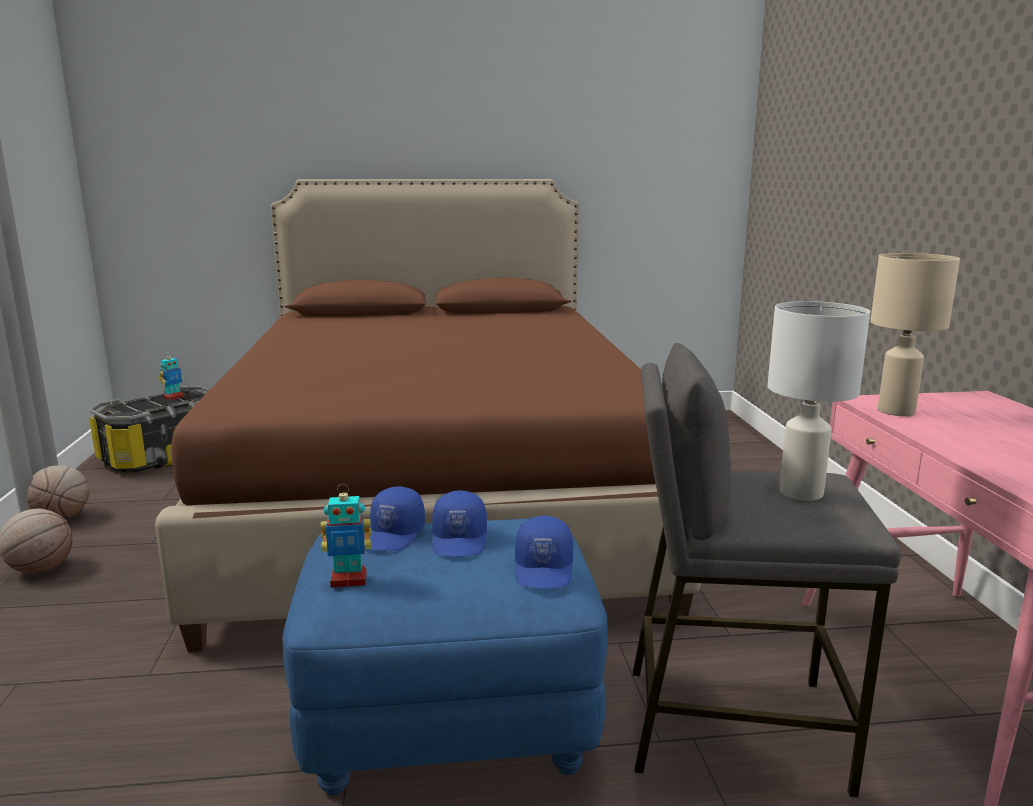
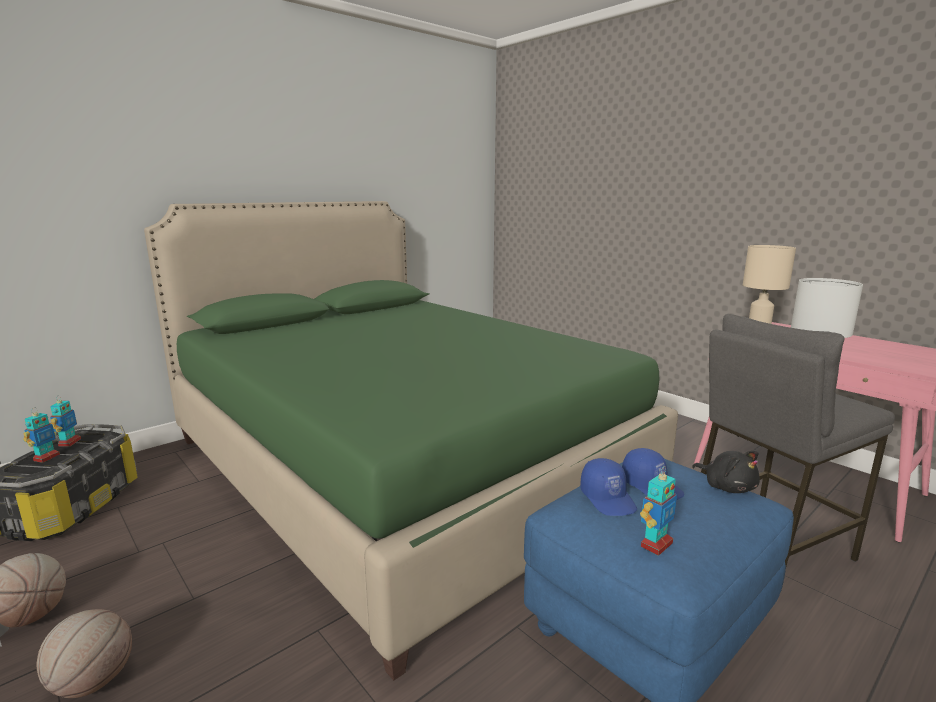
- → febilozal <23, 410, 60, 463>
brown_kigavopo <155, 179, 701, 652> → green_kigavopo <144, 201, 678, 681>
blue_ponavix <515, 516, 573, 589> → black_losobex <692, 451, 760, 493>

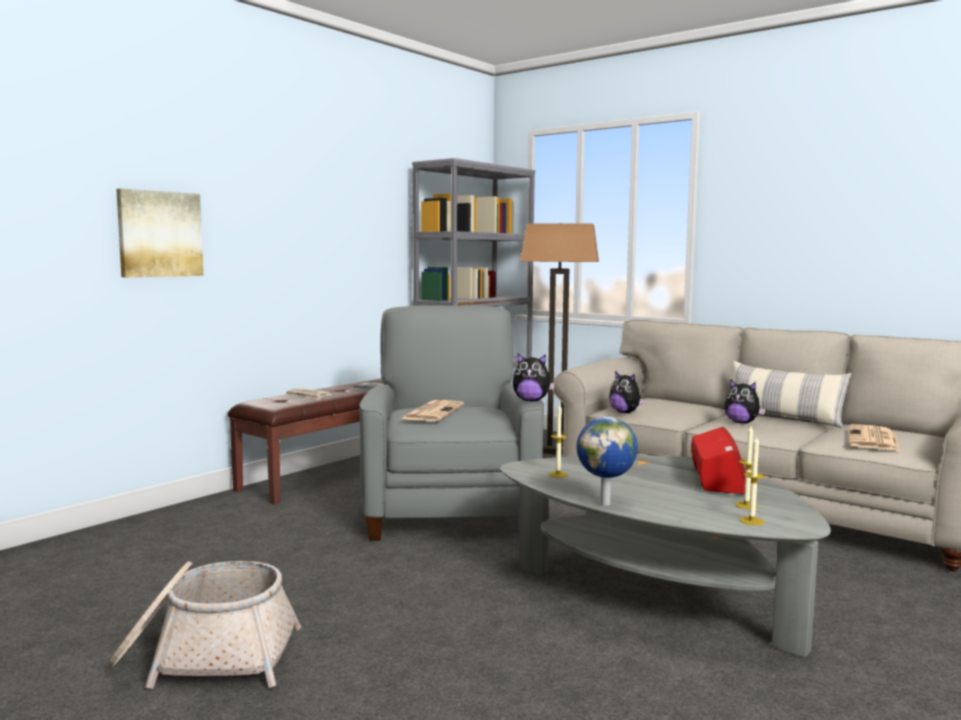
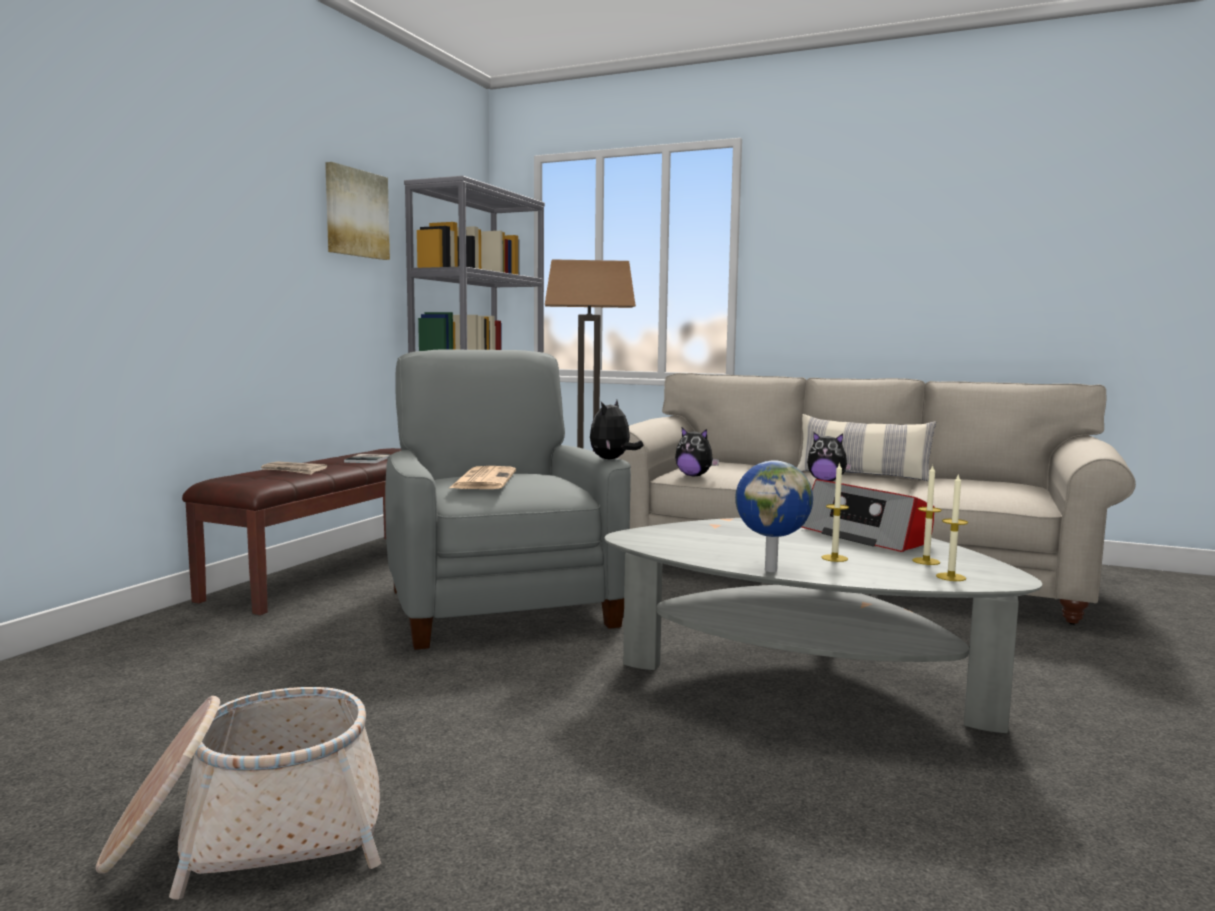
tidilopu <116, 189, 203, 277> → tidilopu <325, 162, 390, 260>, shifted
losobex <513, 354, 555, 402> → losobex <590, 400, 644, 460>, 120 degrees clockwise
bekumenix <691, 427, 751, 494> → bekumenix <801, 479, 934, 552>, 150 degrees clockwise
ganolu <549, 404, 568, 478> → ganolu <821, 462, 849, 562>, shifted
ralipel <849, 424, 900, 451> → -

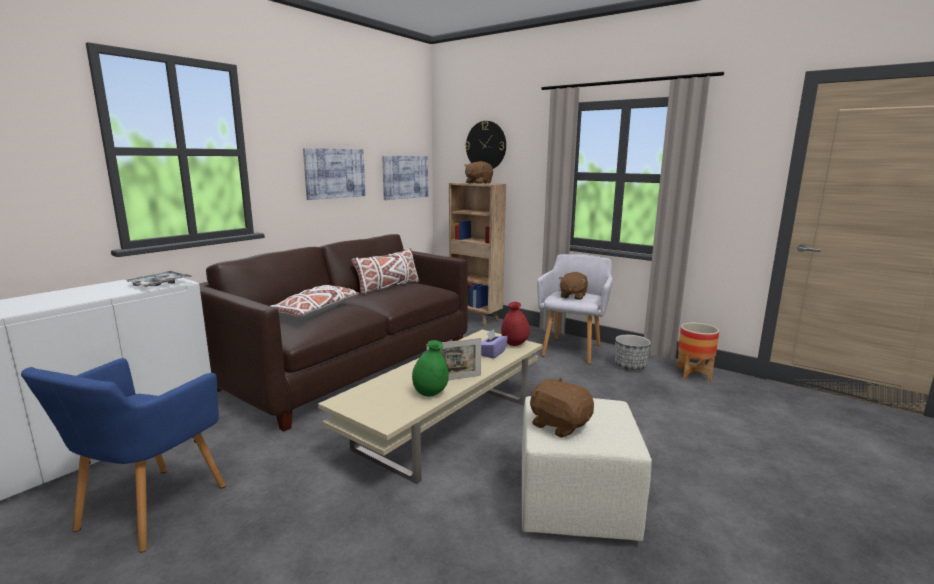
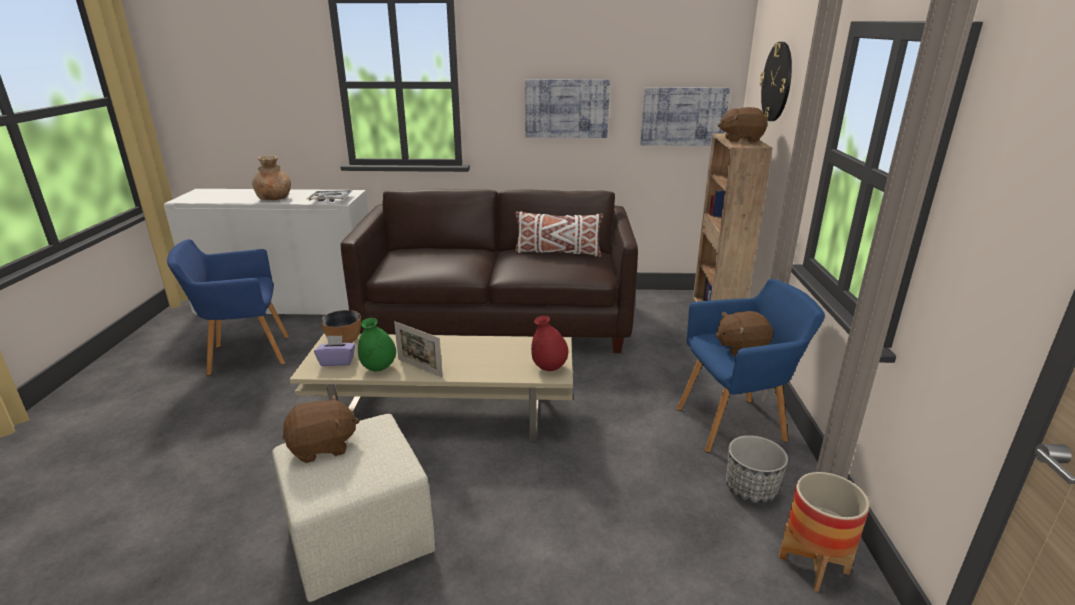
- → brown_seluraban <252, 156, 291, 200>
brown_losobex <530, 378, 594, 438> → brown_losobex <282, 395, 360, 463>, 60 degrees clockwise
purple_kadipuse <481, 330, 508, 359> → purple_kadipuse <314, 335, 356, 366>, shifted
- → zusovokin <321, 310, 361, 343>
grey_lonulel <537, 254, 613, 364> → blue_lonulel <677, 279, 825, 453>
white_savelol <271, 285, 359, 319> → -

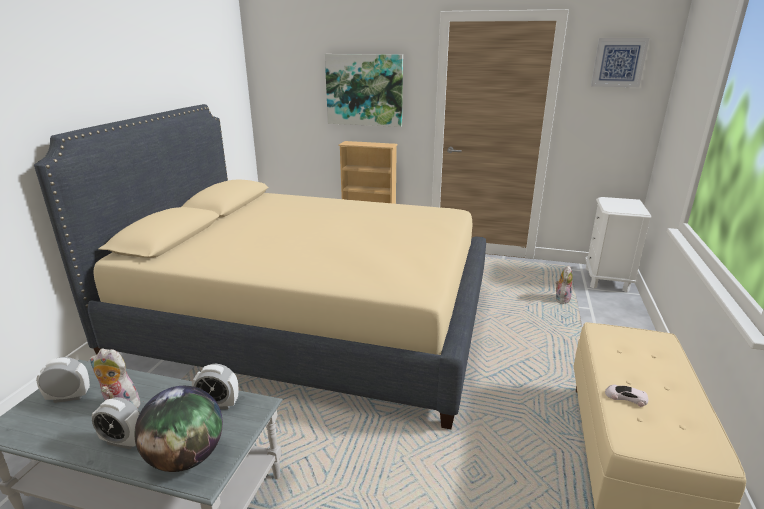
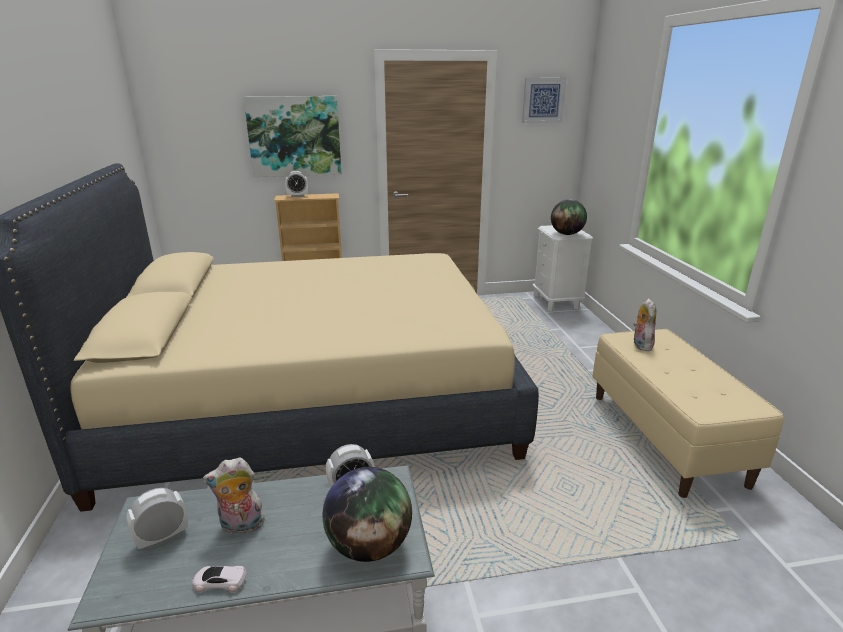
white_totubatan <605, 385, 649, 407> → white_totubatan <192, 566, 246, 593>, shifted
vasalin <92, 397, 140, 449> → vasalin <285, 171, 308, 197>, shifted
- → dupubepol <551, 199, 587, 235>
losobex <555, 265, 573, 304> → losobex <633, 298, 656, 351>, shifted

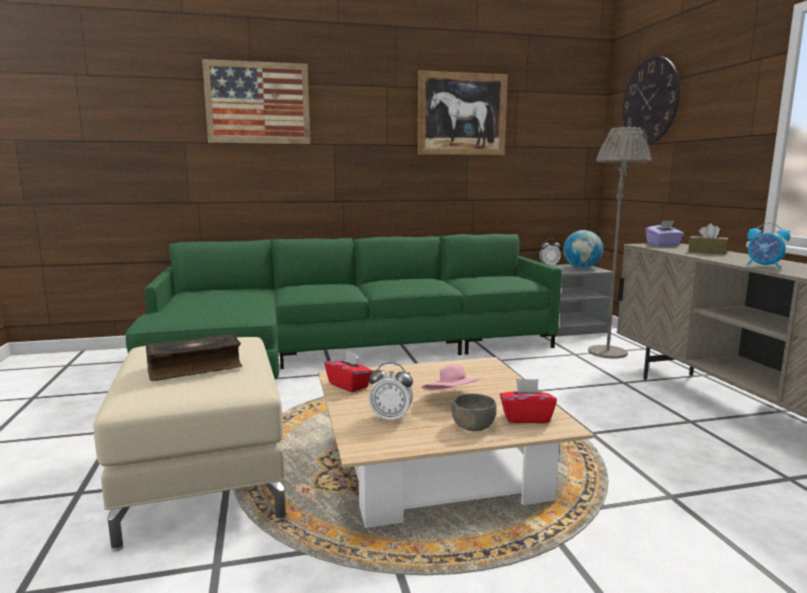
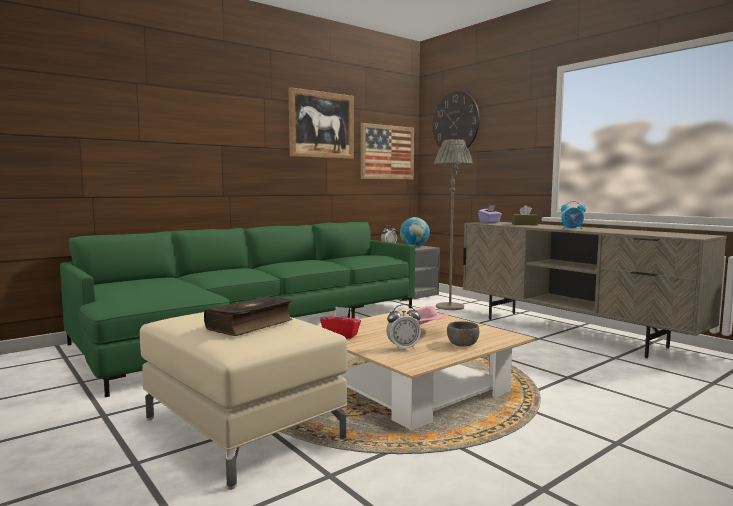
tidilopu <202, 59, 310, 144> → tidilopu <361, 123, 414, 180>, shifted
red_kadipuse <500, 379, 557, 423> → -

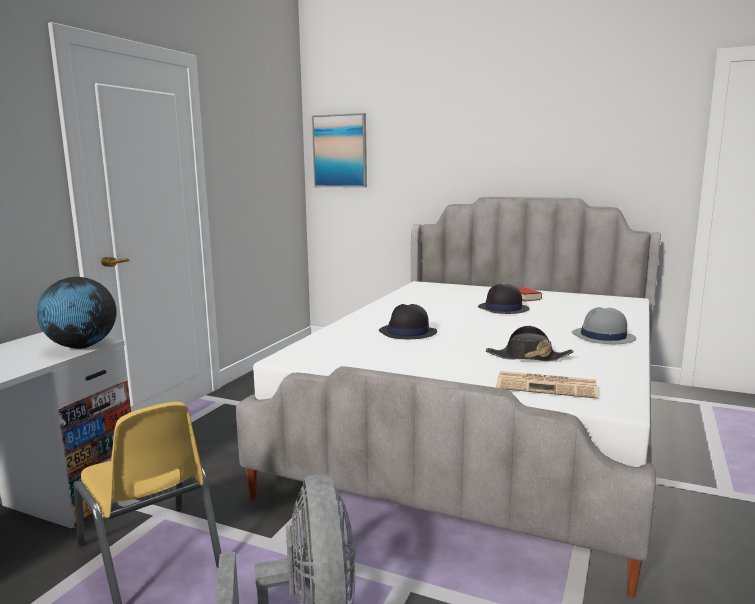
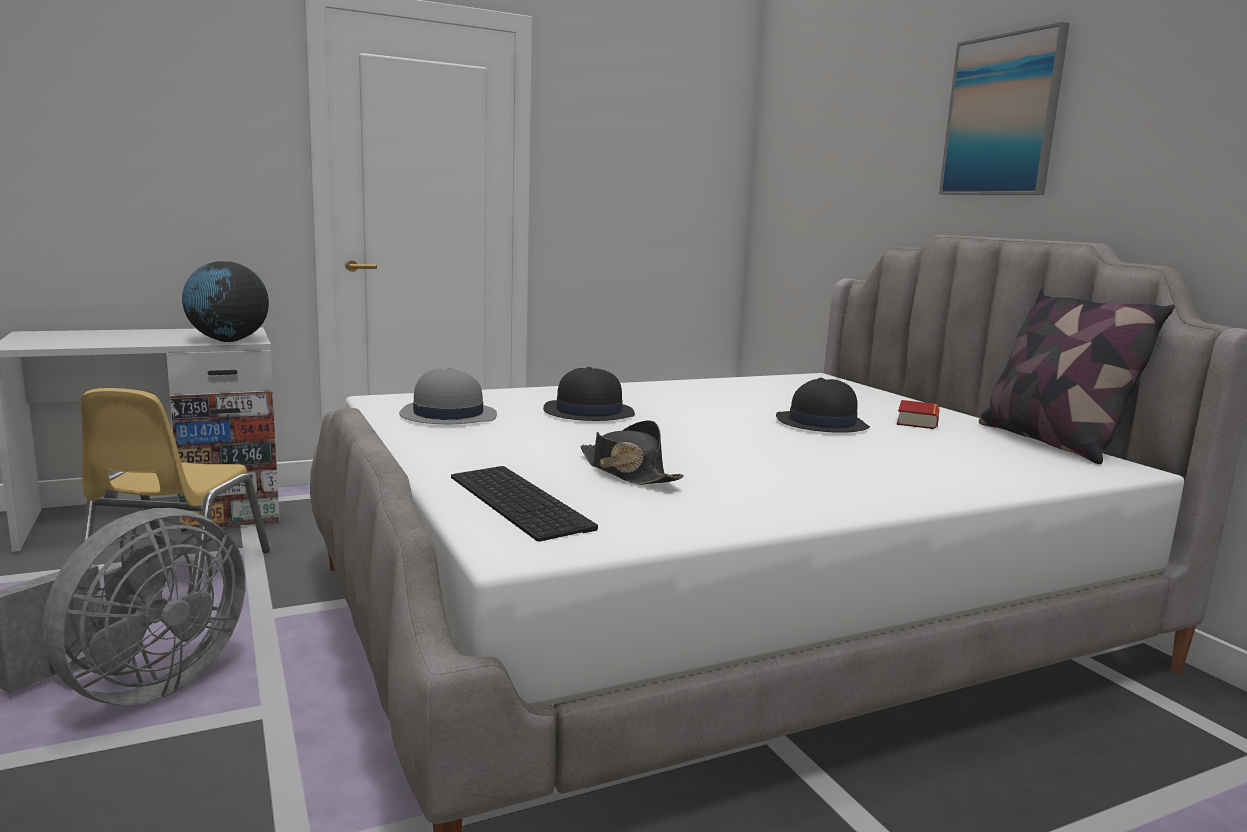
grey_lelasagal <572, 307, 636, 344> → grey_lelasagal <399, 367, 497, 424>, shifted
ralipel <496, 371, 598, 399> → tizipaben <451, 466, 598, 542>
tidilopu <312, 113, 367, 188> → tidilopu <939, 22, 1070, 195>, shifted
- → savelol <979, 287, 1175, 464>

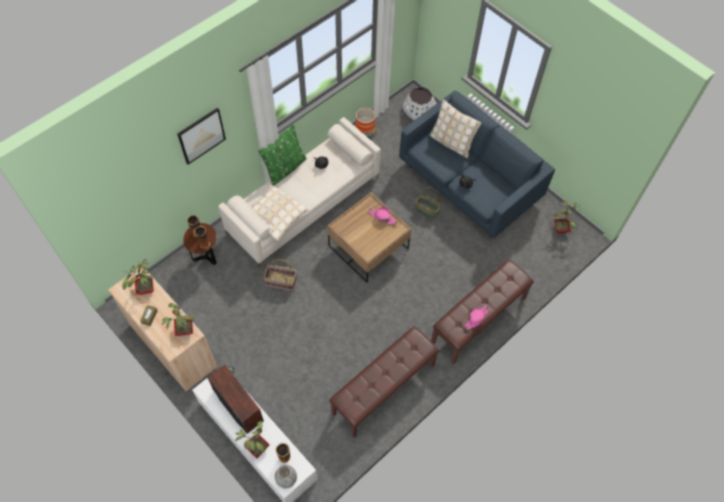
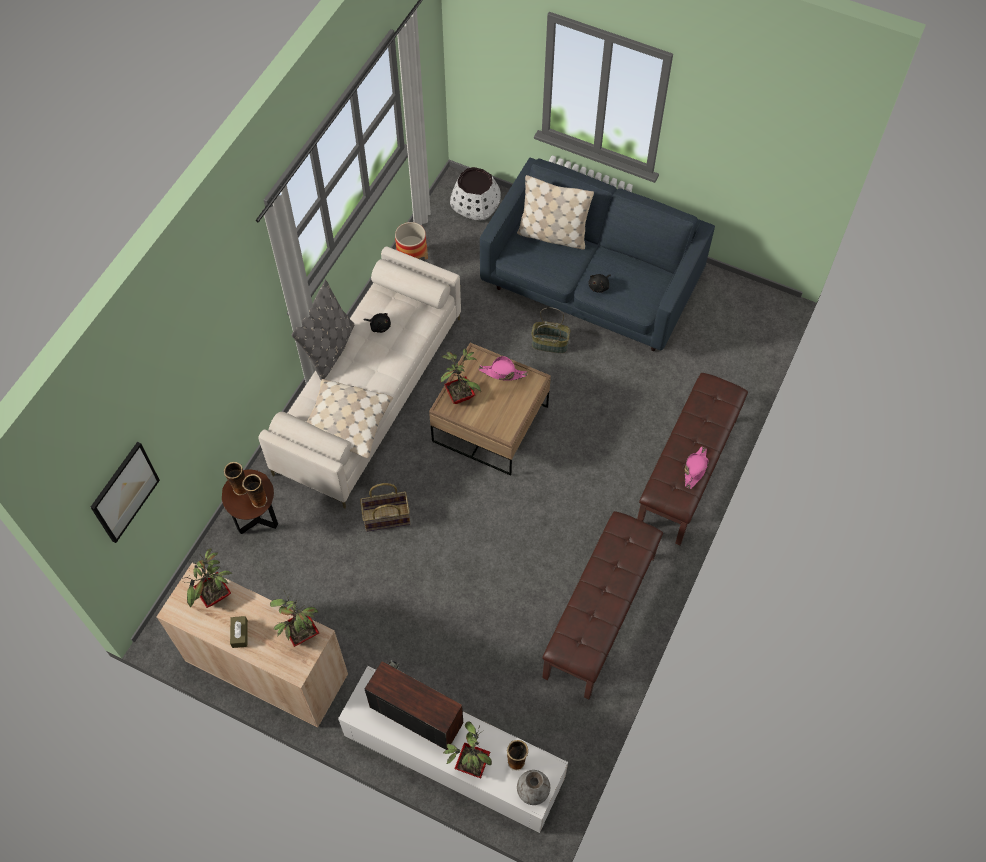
tidilopu <177, 108, 226, 165> → tidilopu <90, 442, 160, 543>, shifted
green_savelol <258, 125, 307, 185> → grey_savelol <292, 280, 354, 380>
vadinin <554, 200, 580, 233> → vadinin <441, 349, 481, 404>, shifted

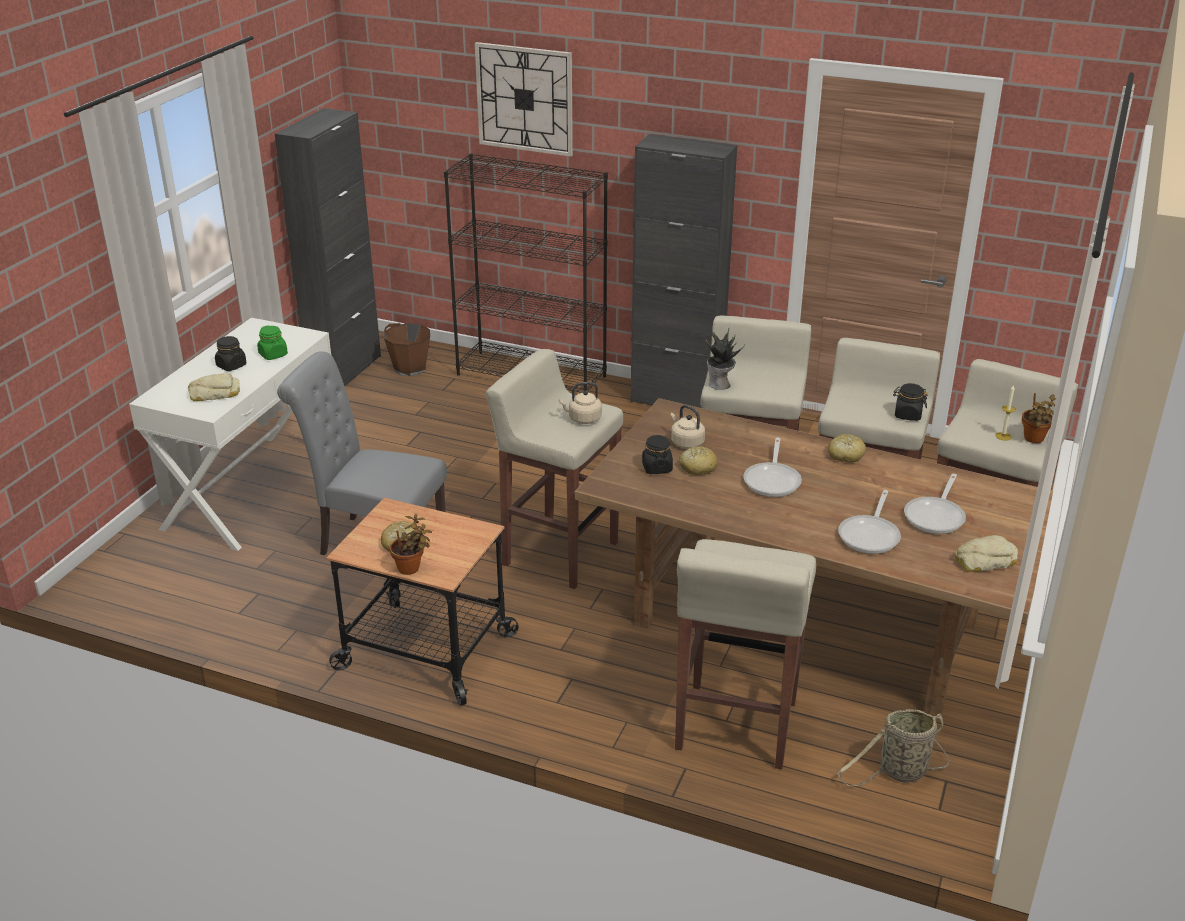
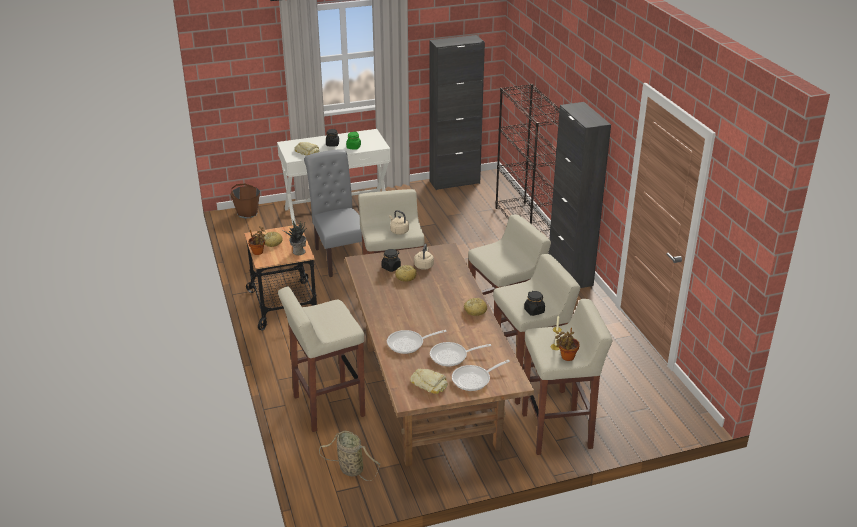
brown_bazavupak <384, 323, 430, 376> → brown_bazavupak <230, 184, 260, 219>, shifted
vadinin <705, 329, 745, 390> → vadinin <284, 221, 307, 255>, shifted
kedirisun <744, 438, 802, 497> → kedirisun <452, 360, 510, 391>, shifted
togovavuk <475, 42, 573, 157> → -

